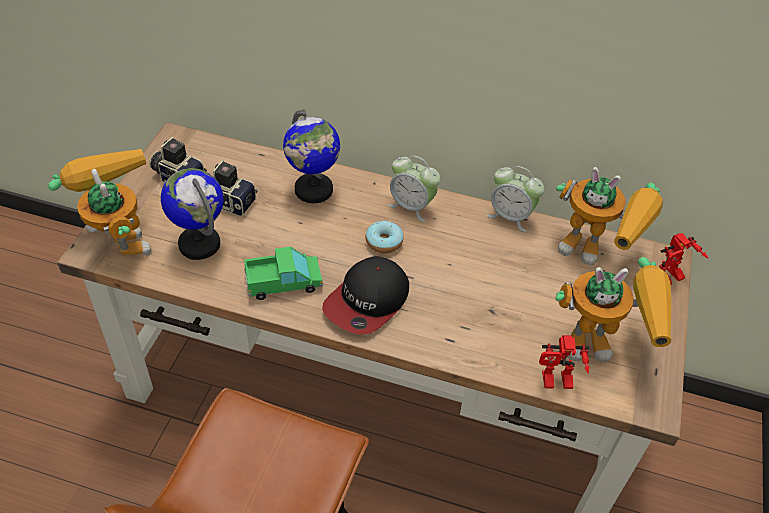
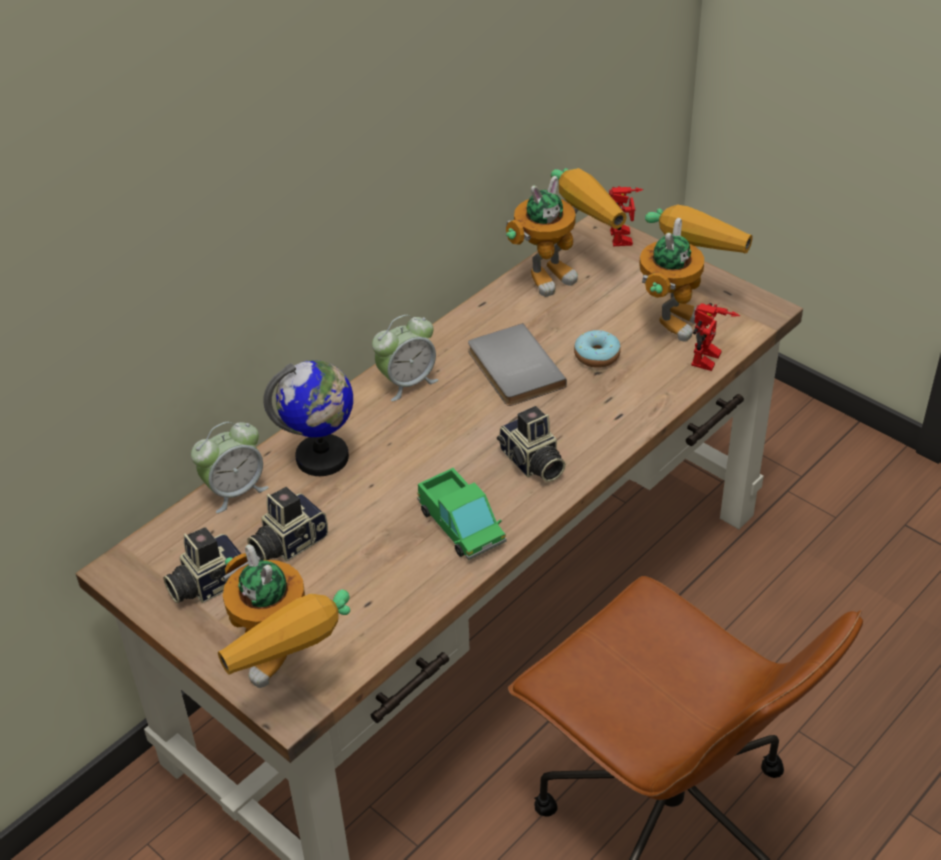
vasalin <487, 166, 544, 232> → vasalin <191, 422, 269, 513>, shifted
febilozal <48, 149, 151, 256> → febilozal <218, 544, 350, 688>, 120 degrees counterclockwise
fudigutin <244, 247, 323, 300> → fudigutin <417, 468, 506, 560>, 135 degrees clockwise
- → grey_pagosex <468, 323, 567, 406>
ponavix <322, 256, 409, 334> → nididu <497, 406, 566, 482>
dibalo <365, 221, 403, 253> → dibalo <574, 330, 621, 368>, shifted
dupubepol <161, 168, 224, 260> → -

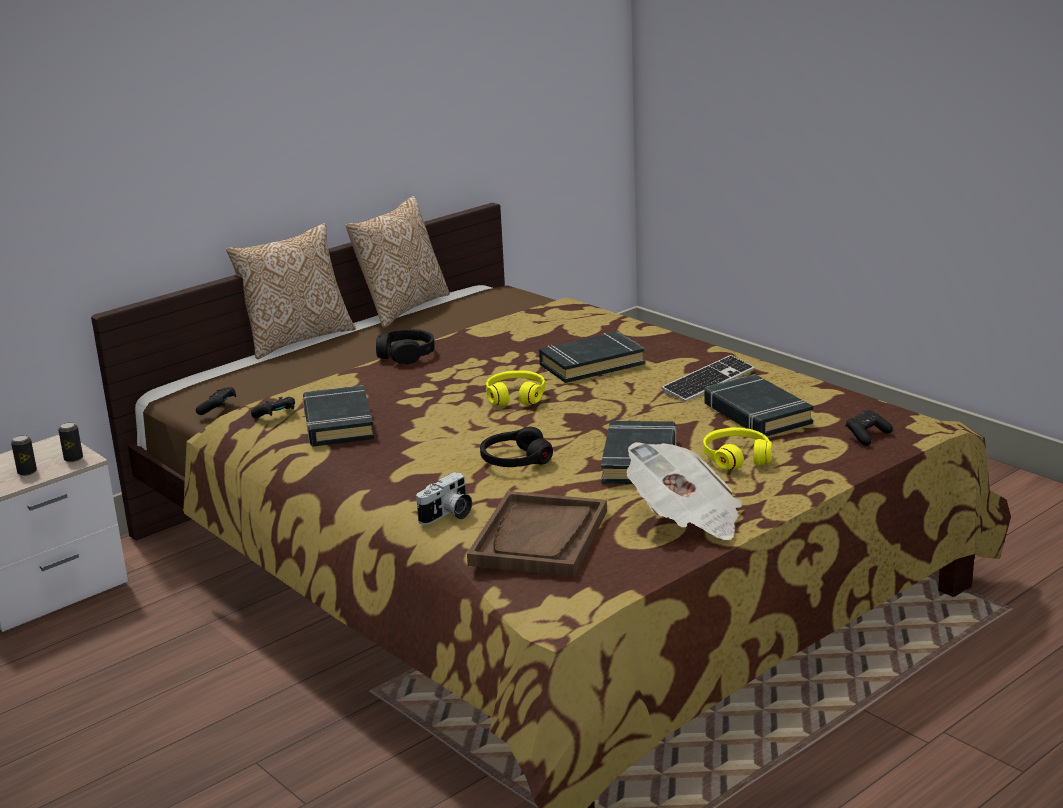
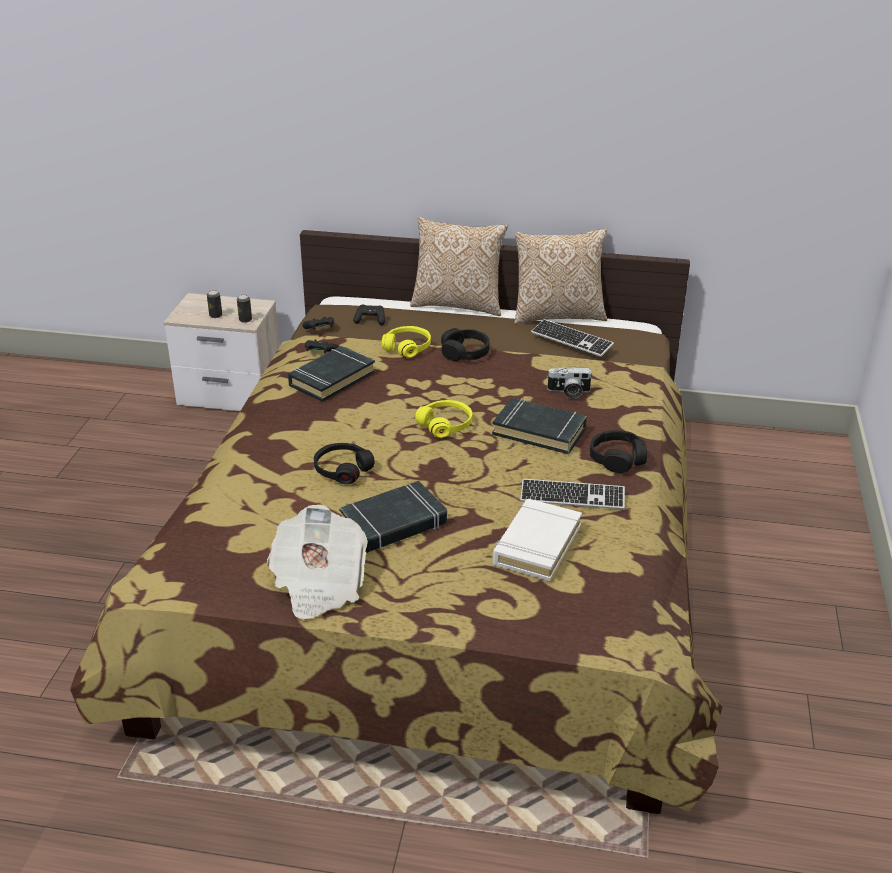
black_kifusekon <846, 410, 893, 446> → black_kifusekon <353, 304, 385, 325>, shifted
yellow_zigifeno <703, 427, 772, 470> → yellow_zigifeno <382, 326, 431, 358>, shifted
black_pagosex <704, 374, 814, 436> → white_pagosex <493, 499, 582, 581>
- → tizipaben <531, 319, 614, 357>
nididu <416, 472, 472, 525> → nididu <547, 367, 593, 399>, shifted
- → black_zigifeno <590, 430, 647, 473>
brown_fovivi <467, 491, 607, 577> → -

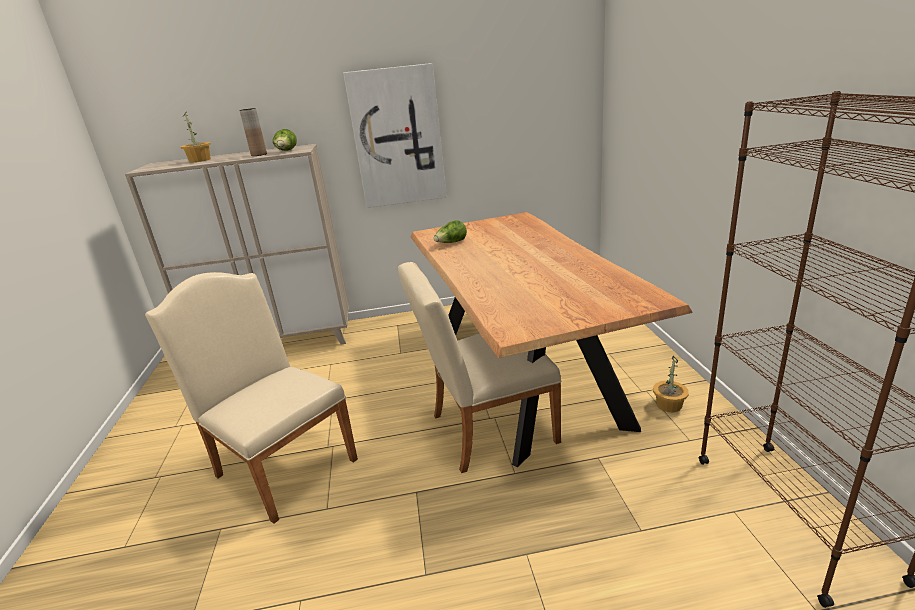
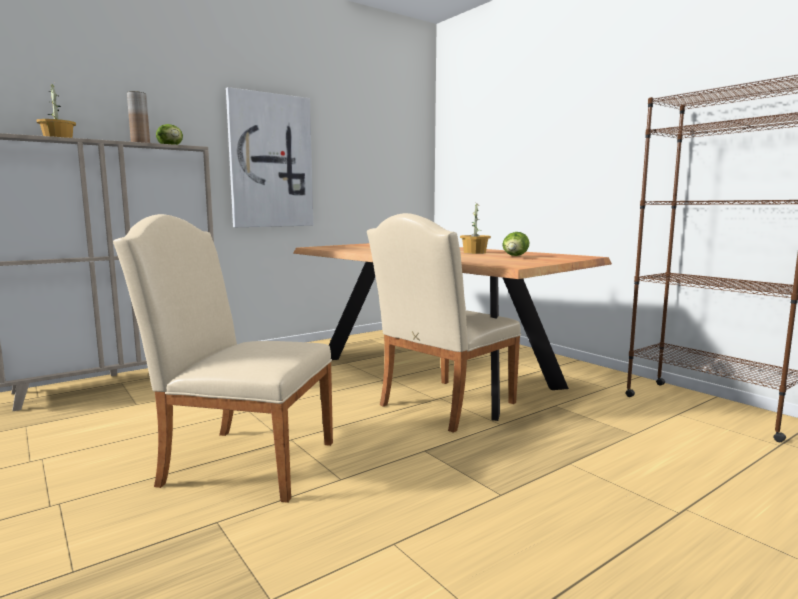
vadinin <653, 356, 689, 412> → vadinin <460, 202, 491, 254>, shifted
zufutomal <433, 220, 467, 243> → zufutomal <502, 232, 529, 256>, shifted

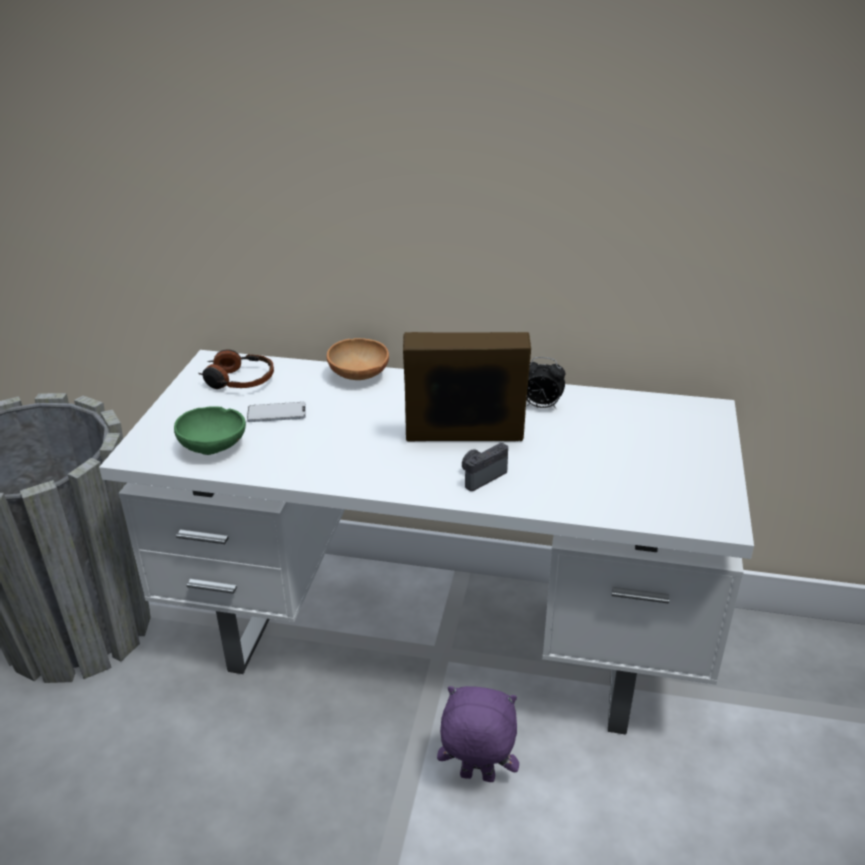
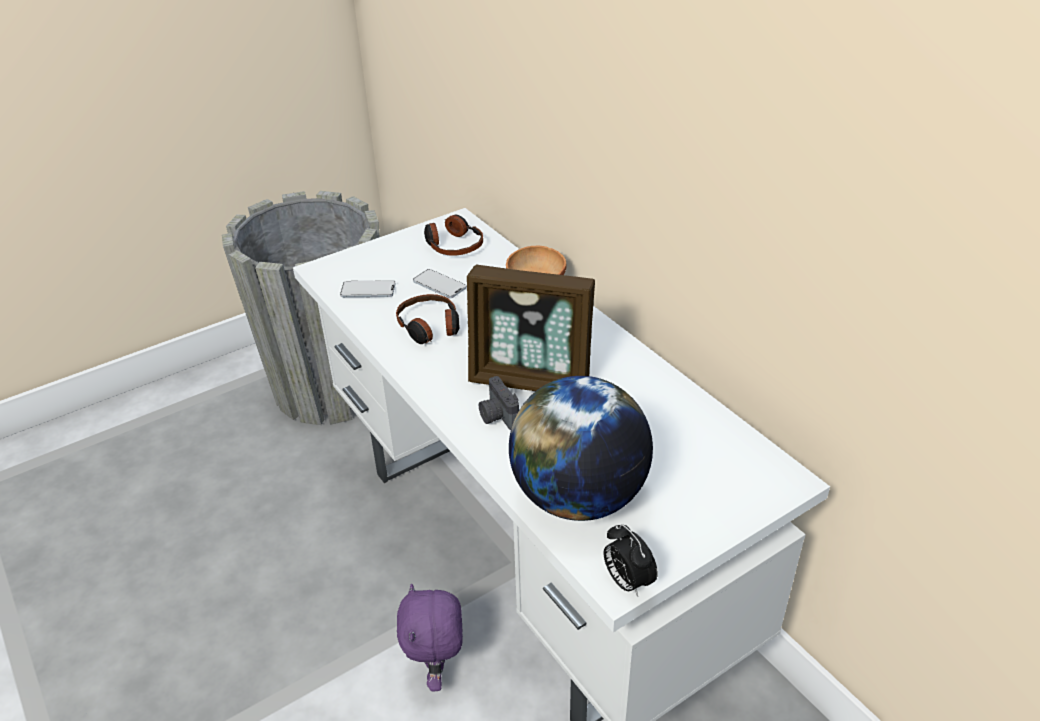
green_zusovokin <174, 406, 246, 455> → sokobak <340, 280, 395, 297>
- → zigifeno <396, 294, 460, 344>
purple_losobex <437, 686, 519, 782> → purple_losobex <397, 584, 463, 692>, 150 degrees counterclockwise
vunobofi <403, 332, 531, 441> → vunobofi <467, 265, 595, 391>, 150 degrees clockwise
nididu <462, 443, 508, 491> → nididu <479, 376, 519, 430>, 120 degrees counterclockwise
- → dupubepol <509, 376, 653, 521>
vasalin <526, 357, 565, 409> → vasalin <604, 524, 658, 597>, shifted

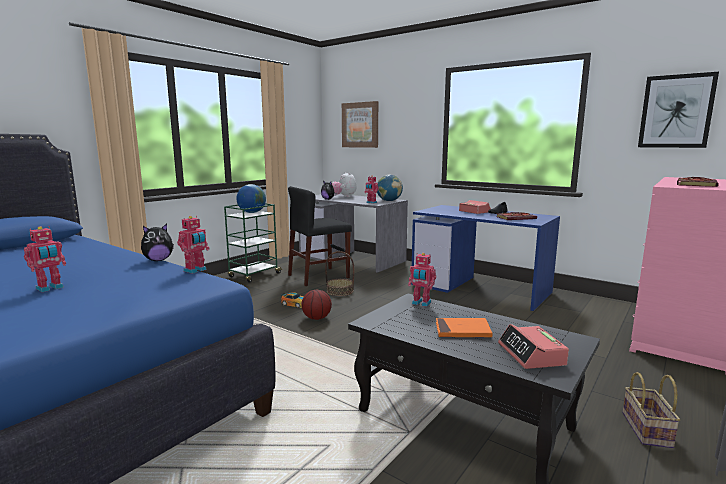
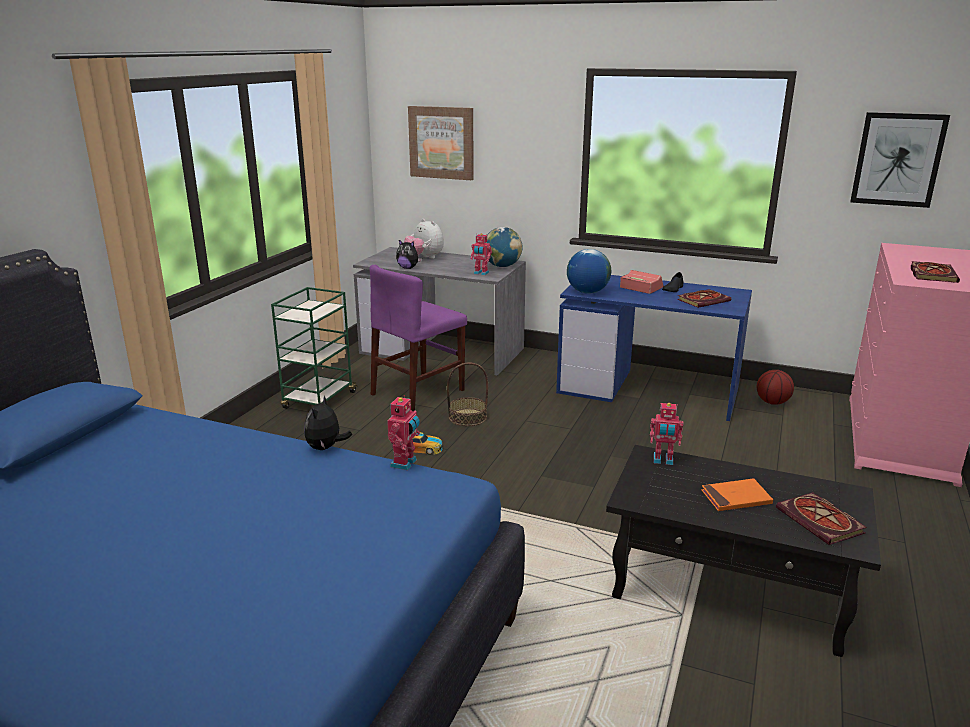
losobex <141, 224, 174, 261> → losobex <304, 396, 352, 450>, 150 degrees clockwise
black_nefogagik <288, 186, 352, 286> → purple_nefogagik <369, 265, 467, 411>
dupubepol <236, 184, 266, 213> → dupubepol <567, 249, 611, 294>, shifted
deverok <301, 290, 332, 320> → deverok <757, 370, 794, 405>, shifted
vasalin <498, 324, 569, 369> → pagosex <776, 492, 867, 545>
febilozal <24, 226, 66, 292> → -
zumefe <622, 372, 680, 448> → -

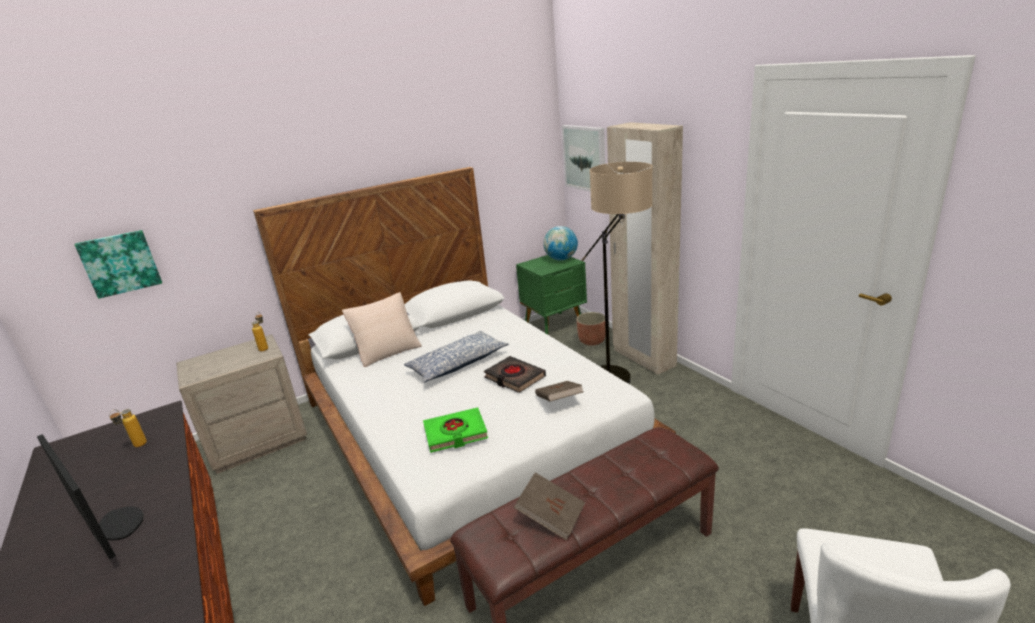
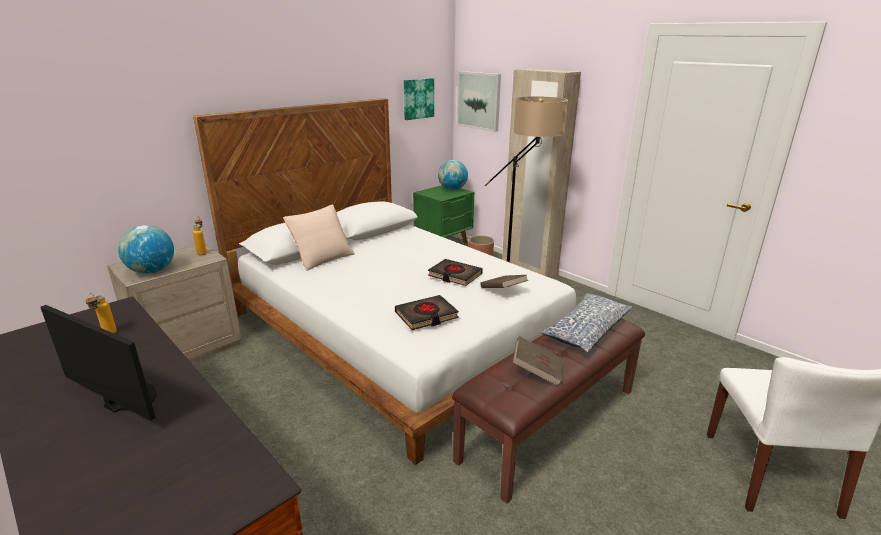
- → dupubepol <118, 225, 174, 274>
green_pagosex <423, 407, 488, 453> → black_pagosex <395, 295, 459, 330>
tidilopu <75, 230, 162, 299> → tidilopu <404, 78, 434, 120>, shifted
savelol <404, 331, 508, 383> → savelol <540, 293, 633, 353>, shifted

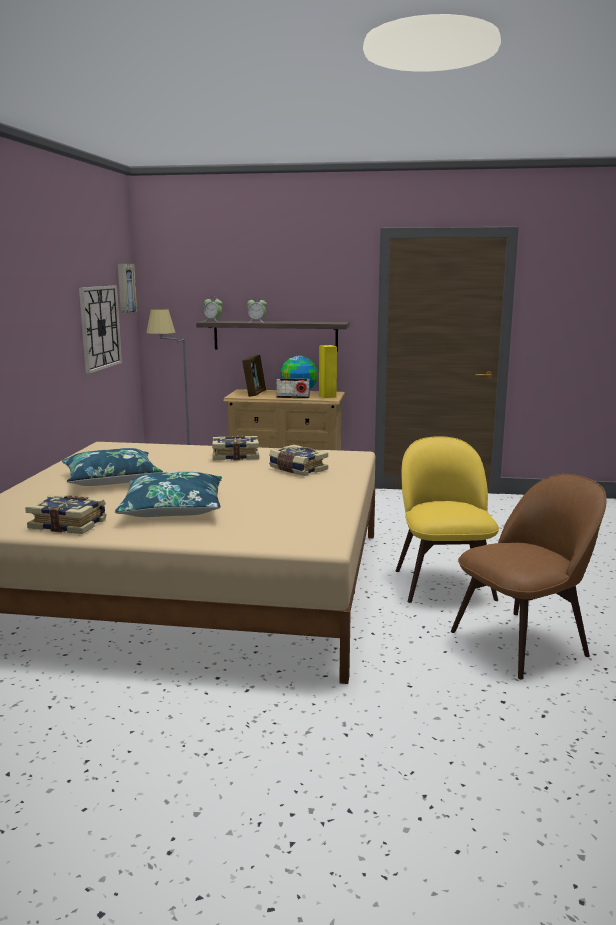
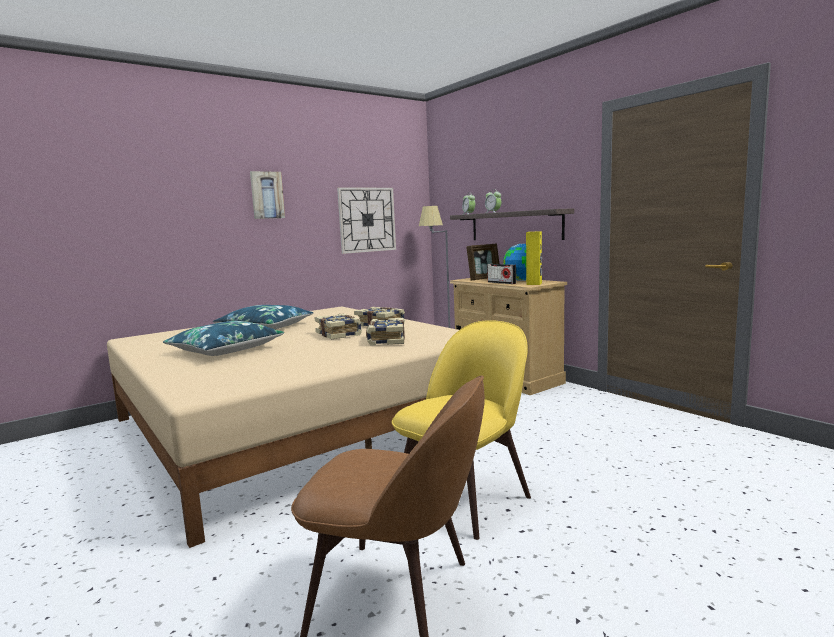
tidilopu <118, 264, 137, 313> → tidilopu <250, 171, 285, 219>, shifted
pagosex <25, 494, 107, 534> → pagosex <314, 314, 362, 340>, shifted

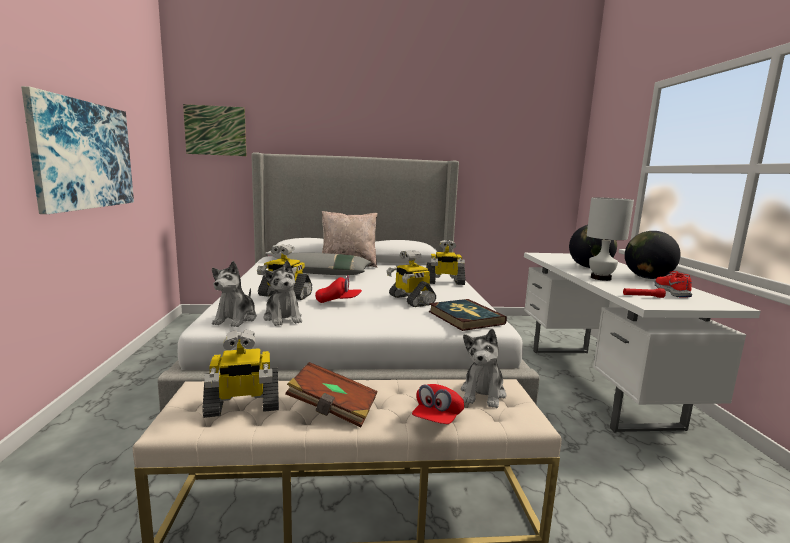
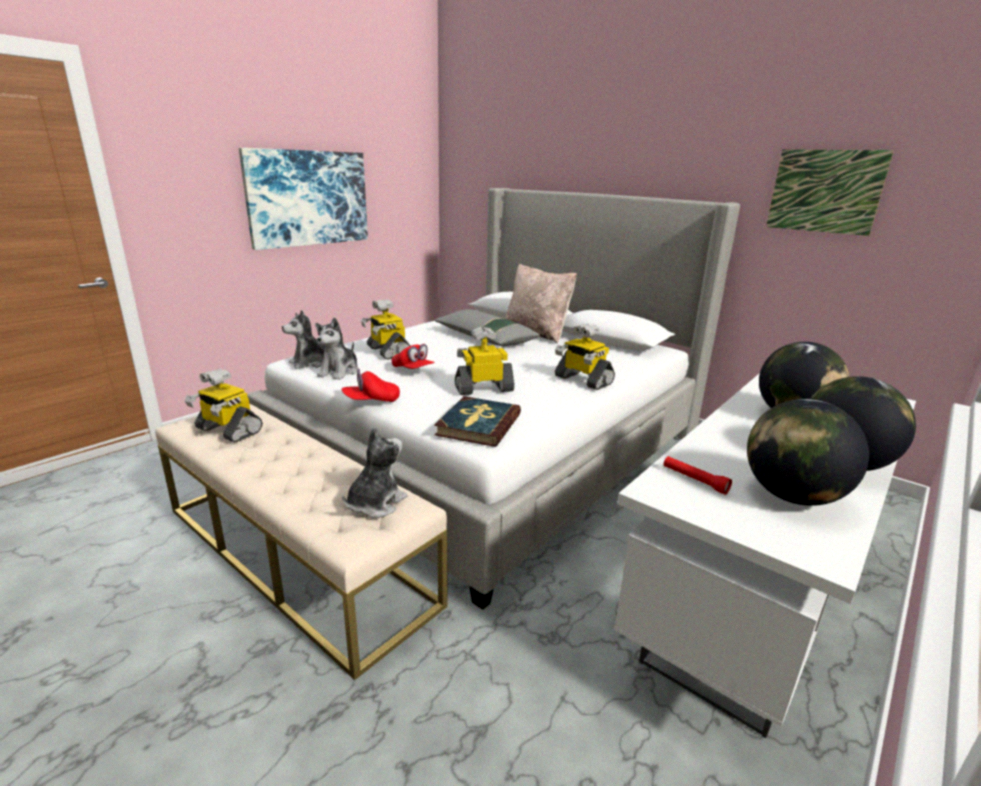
red_ponavix <412, 384, 464, 424> → red_ponavix <342, 368, 400, 402>, shifted
losobex <461, 329, 506, 408> → losobex <342, 427, 407, 518>, 150 degrees clockwise
febilozal <387, 250, 436, 307> → febilozal <455, 327, 514, 395>, 60 degrees clockwise
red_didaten <655, 271, 693, 297> → dupubepol <747, 399, 869, 506>
tidilopu <183, 104, 247, 156> → tidilopu <766, 149, 894, 236>, shifted
brown_pagosex <285, 362, 378, 428> → -
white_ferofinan <587, 197, 634, 281> → -

